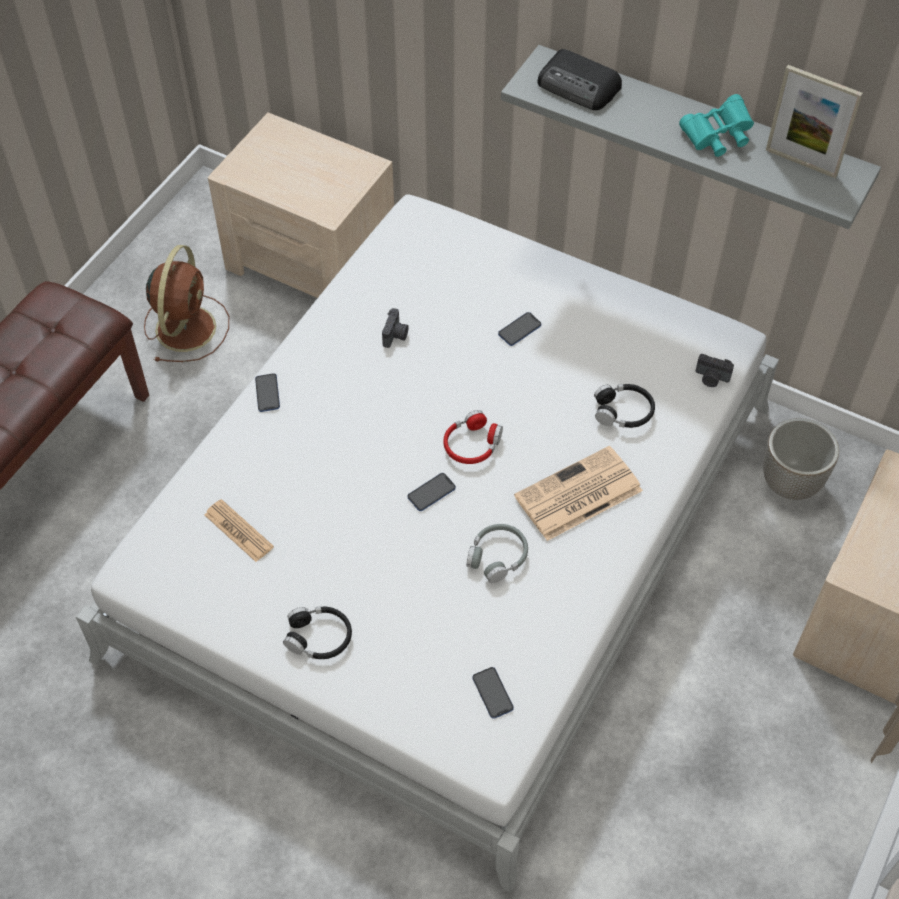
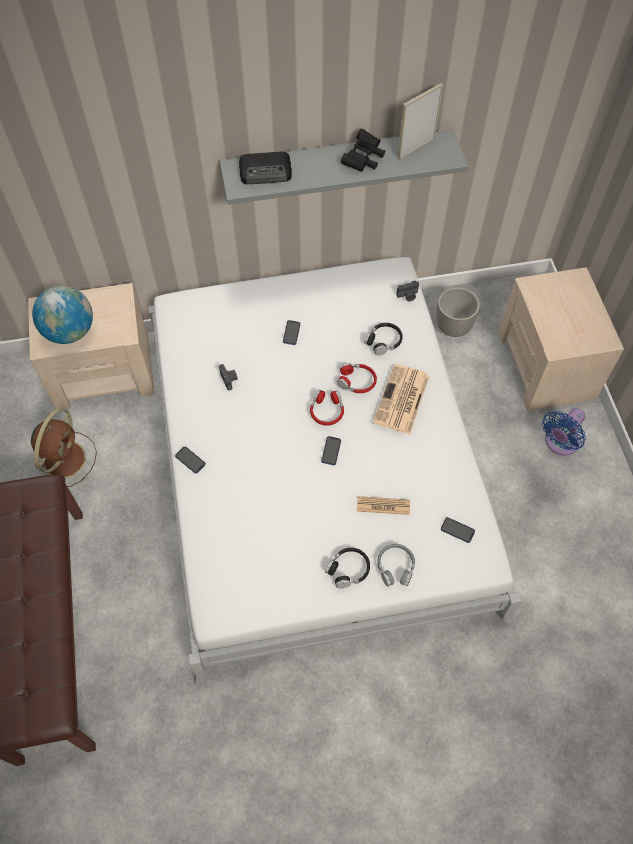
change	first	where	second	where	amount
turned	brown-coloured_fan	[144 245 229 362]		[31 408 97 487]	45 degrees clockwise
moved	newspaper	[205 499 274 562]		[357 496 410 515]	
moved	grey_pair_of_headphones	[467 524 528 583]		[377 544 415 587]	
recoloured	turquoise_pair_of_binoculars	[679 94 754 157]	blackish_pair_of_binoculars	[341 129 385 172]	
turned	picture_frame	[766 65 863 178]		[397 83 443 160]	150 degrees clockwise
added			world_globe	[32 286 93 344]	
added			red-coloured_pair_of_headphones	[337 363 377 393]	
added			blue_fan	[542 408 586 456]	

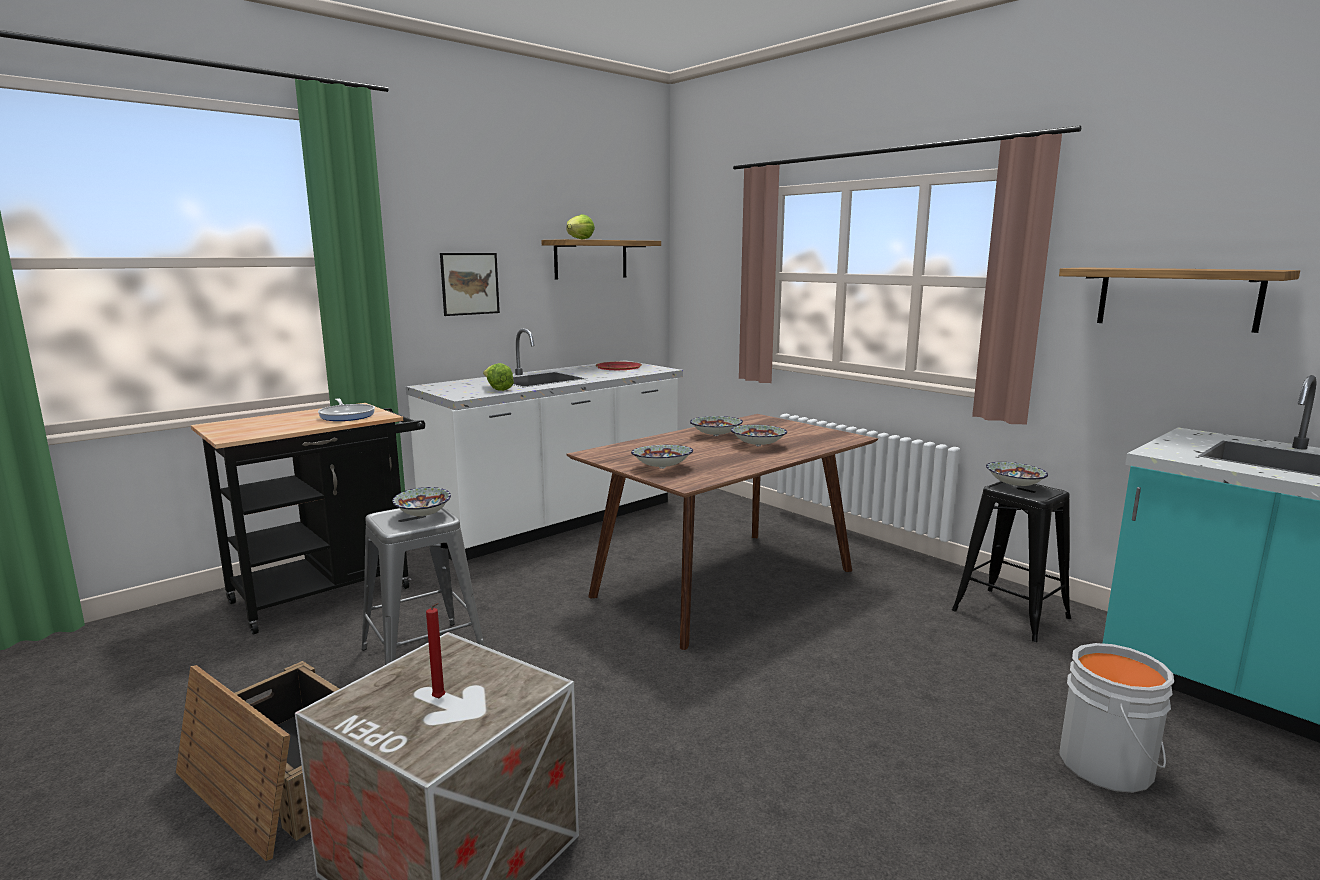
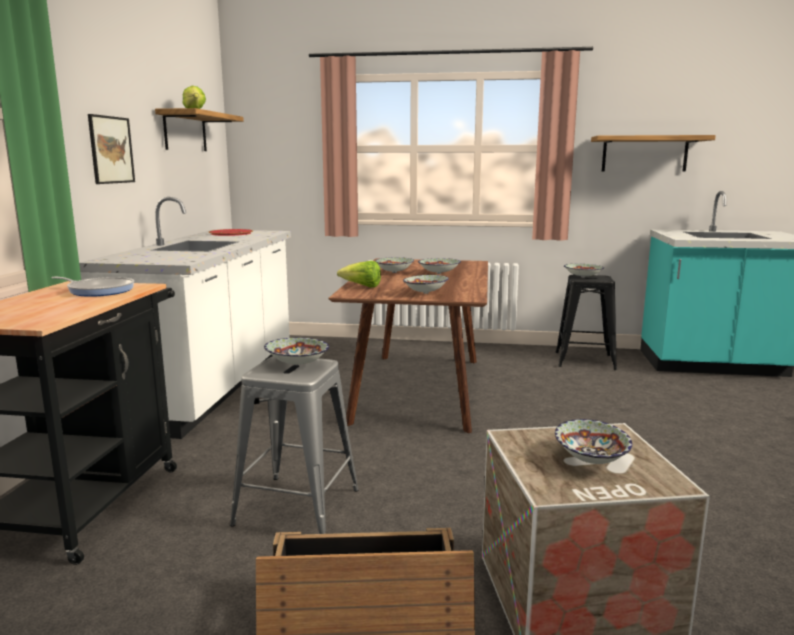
change	first	where	second	where	amount
replaced	red-coloured_wax_candle	[426 603 445 699]	serving_bowl	[555 419 632 464]	
moved	head_of_lettuce	[483 363 514 391]		[337 260 381 288]	
removed	grey_pail	[1059 643 1174 793]			

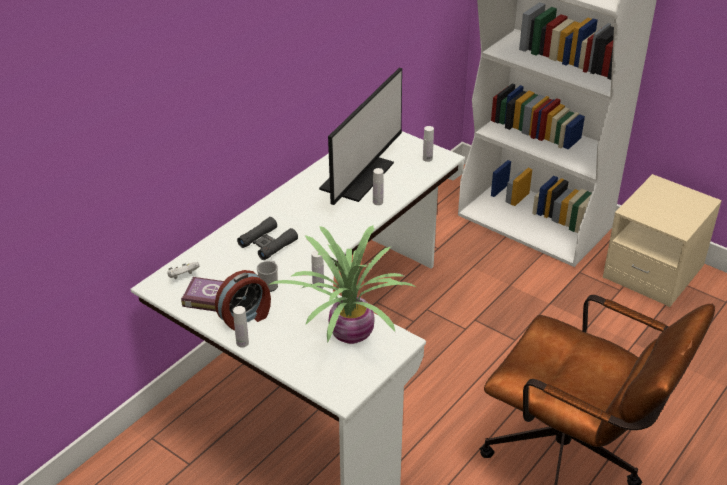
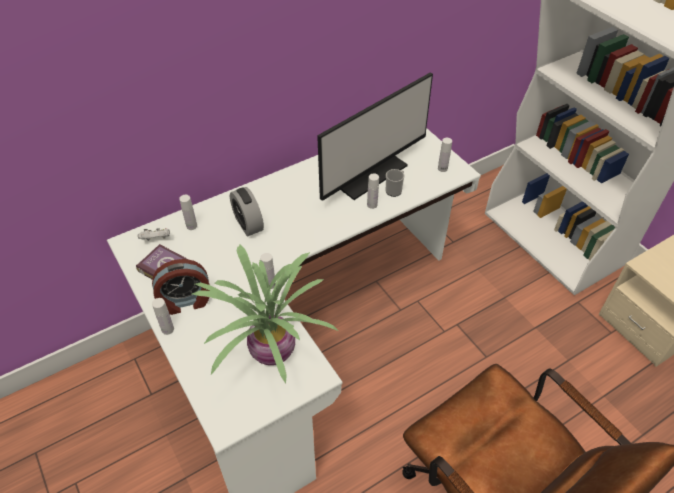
change	first	where	second	where	amount
replaced	blackish_pair_of_binoculars	[237 217 298 260]	bedside_clock	[230 187 264 236]	
moved	mug	[257 261 278 292]		[385 169 404 197]	
added			whitish_beverage_bottle	[179 195 197 230]	

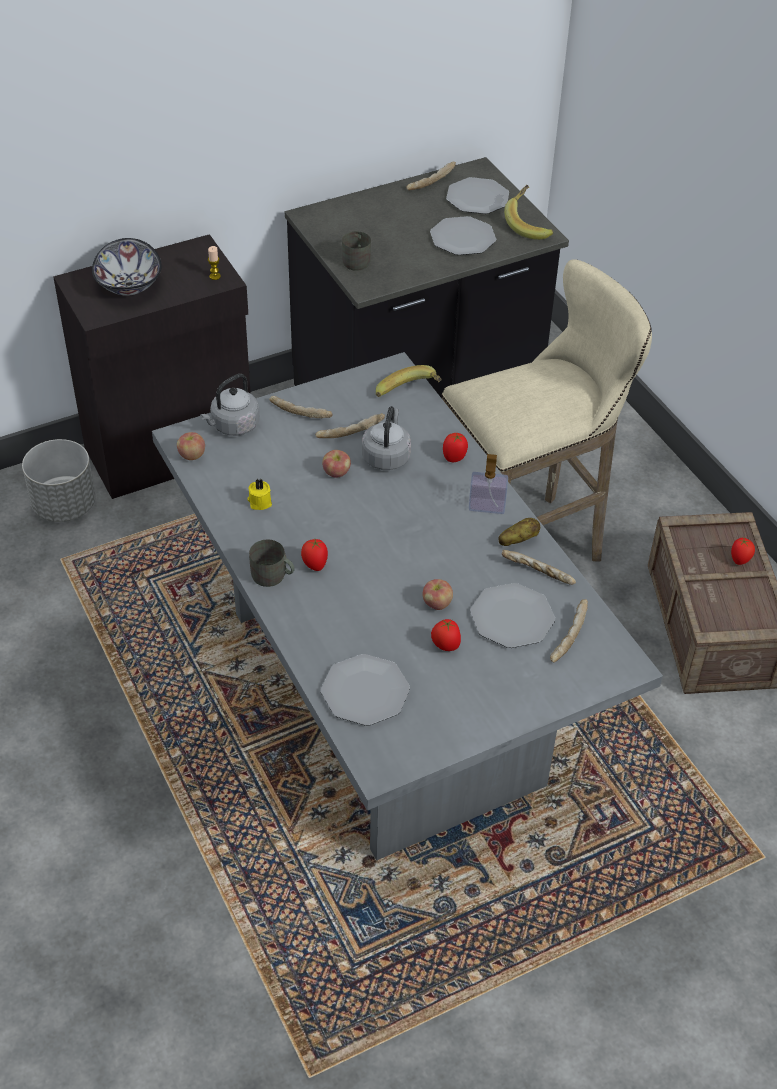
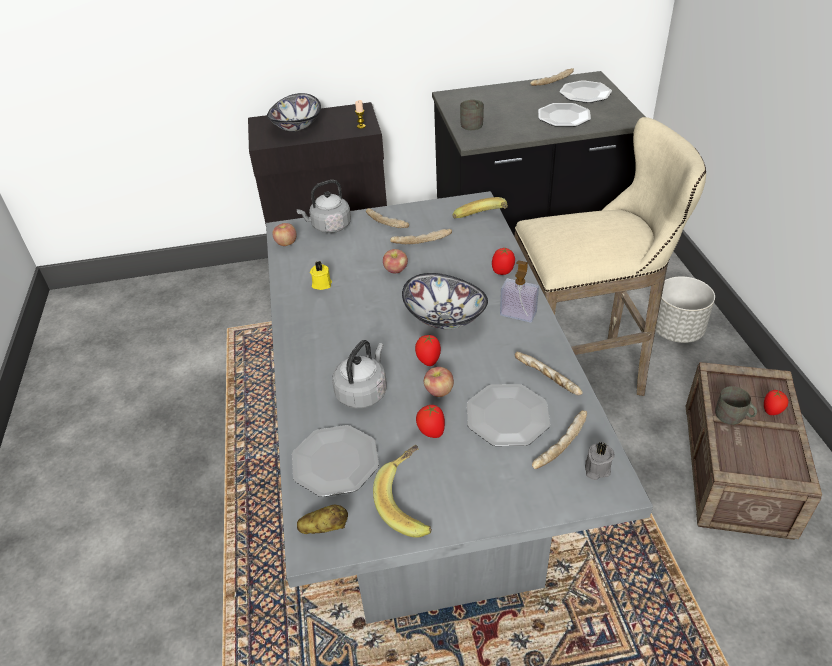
change	first	where	second	where	amount
moved	grey_flower_pot	[22 439 96 522]		[655 276 715 343]	
moved	grey_mug	[249 540 295 587]		[715 386 757 425]	
moved	whole_tomato	[301 539 328 571]		[415 335 441 366]	
moved	grey_kettle	[362 406 411 470]		[332 340 387 408]	
moved	whole_potato	[498 518 540 546]		[297 505 348 534]	
moved	banana	[504 185 553 240]		[373 445 432 538]	
added			serving_bowl	[402 273 488 329]	
added			grey_wax_candle	[585 442 615 480]	

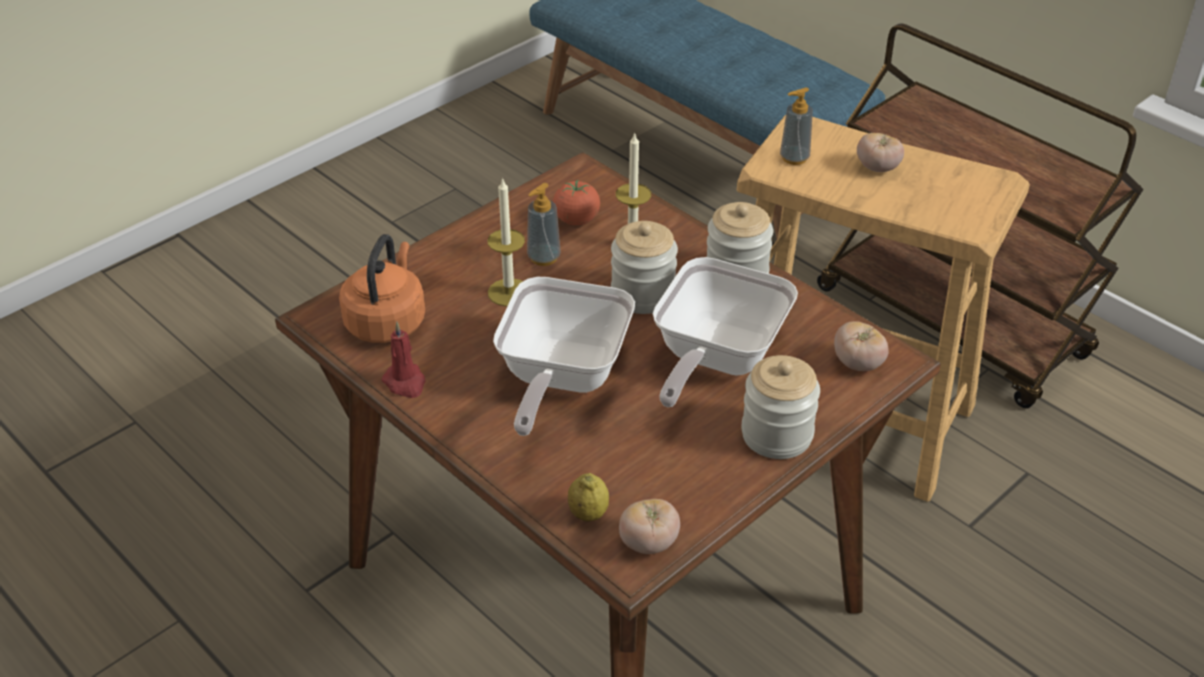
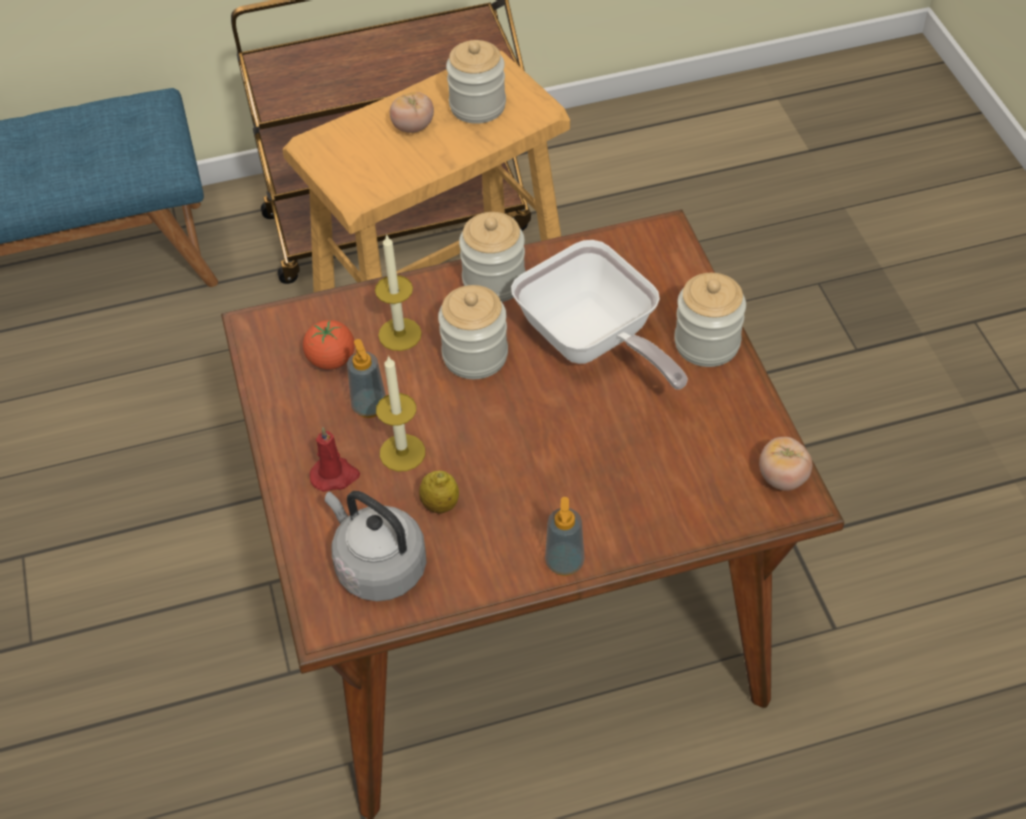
change	first	where	second	where	amount
recoloured	orange-coloured_kettle	[339 234 425 343]	grey_kettle	[325 491 426 601]	
moved	red-coloured_wax_candle	[382 322 426 398]		[310 427 360 492]	
removed	frying_pan	[493 277 635 436]			
moved	whole_lemon	[568 473 609 521]		[419 471 459 514]	
moved	soap_dispenser	[780 87 813 165]		[545 497 585 576]	
removed	whole_tomato	[834 321 889 371]			
added			storage_jar	[446 40 506 124]	

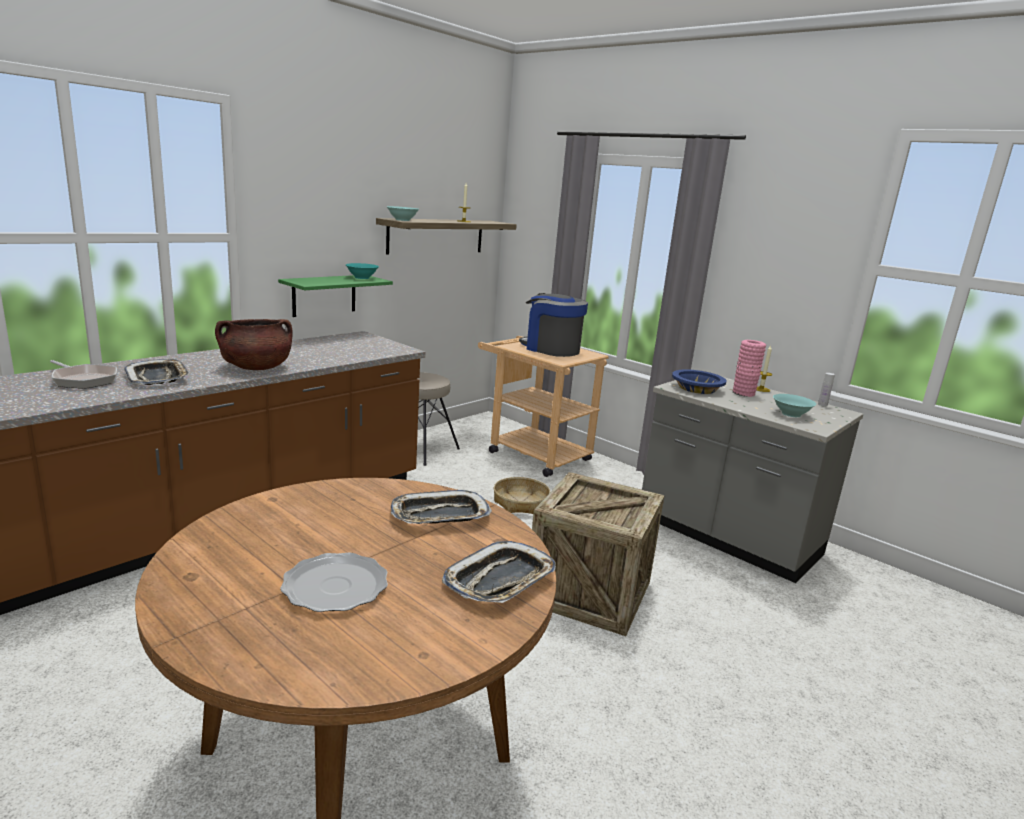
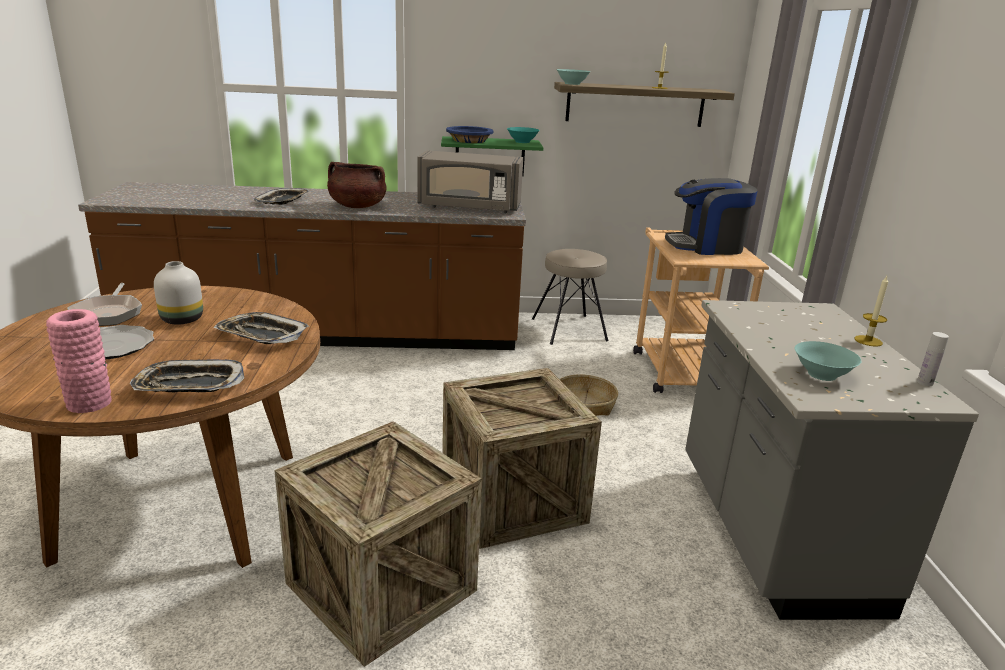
change	first	where	second	where	amount
moved	frying_pan	[50 360 117 389]		[67 283 142 326]	
turned	coffee_brewer	[519 293 588 357]		[665 178 757 255]	90 degrees counterclockwise
moved	blue_serving_bowl	[672 369 727 394]		[446 126 493 143]	
moved	pink-coloured_vase	[733 340 766 397]		[46 309 112 413]	
added			whitish_vase	[154 261 203 325]	
added			shipping_crate	[274 421 482 667]	
added			grey_kitchen_microwave	[417 151 523 213]	

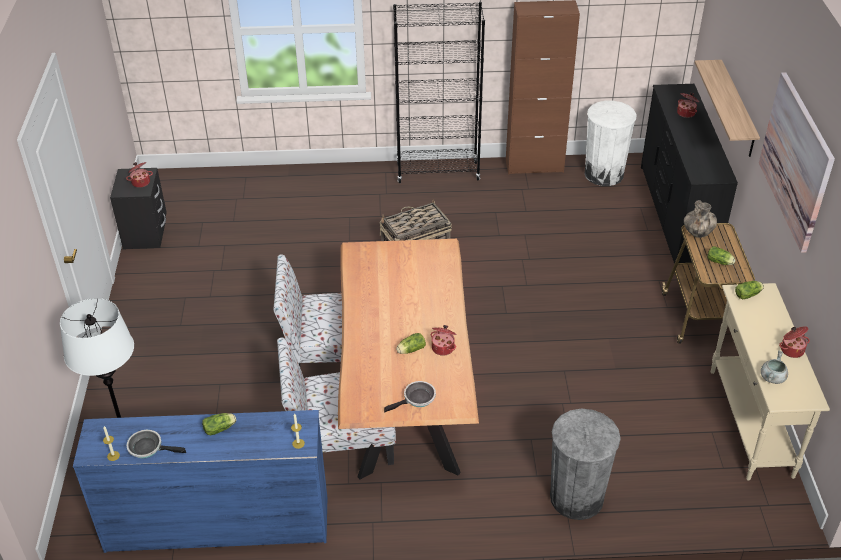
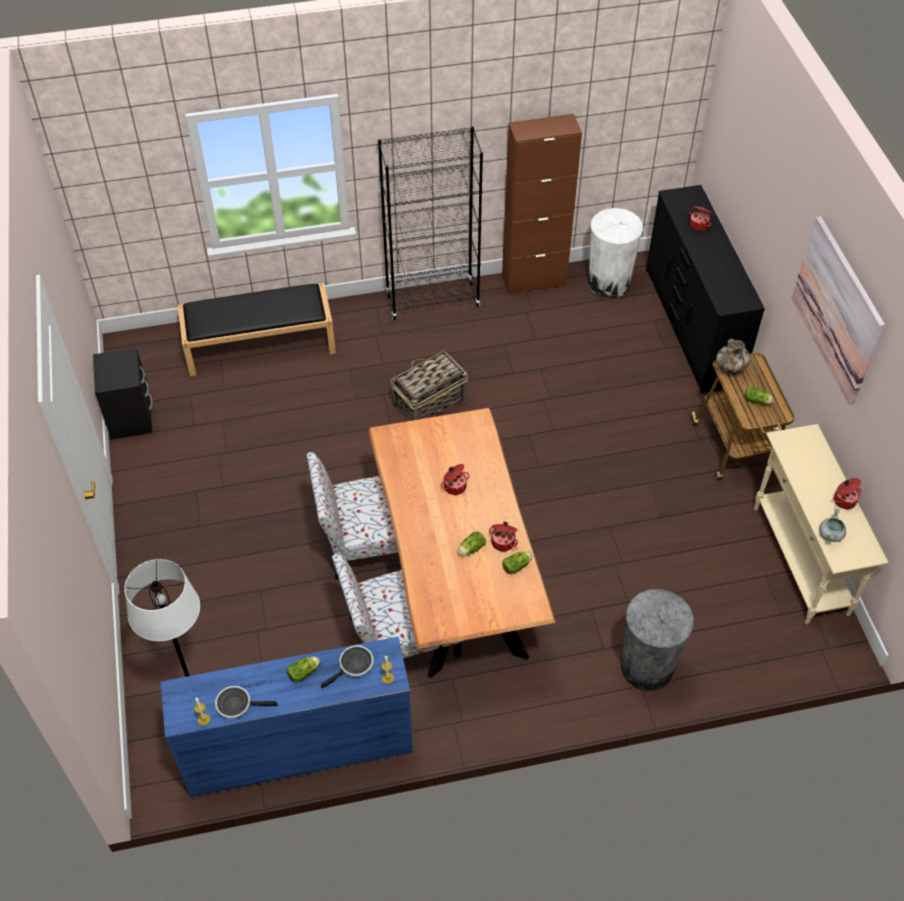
change	first	where	second	where	amount
moved	saucepot	[126 162 153 188]		[441 464 470 495]	
moved	frying_pan	[384 381 436 412]		[321 645 374 688]	
removed	wall_shelf	[695 60 760 157]			
moved	head_of_lettuce	[735 281 764 299]		[502 551 532 574]	
added			blackish_indoor_bench	[178 283 336 376]	

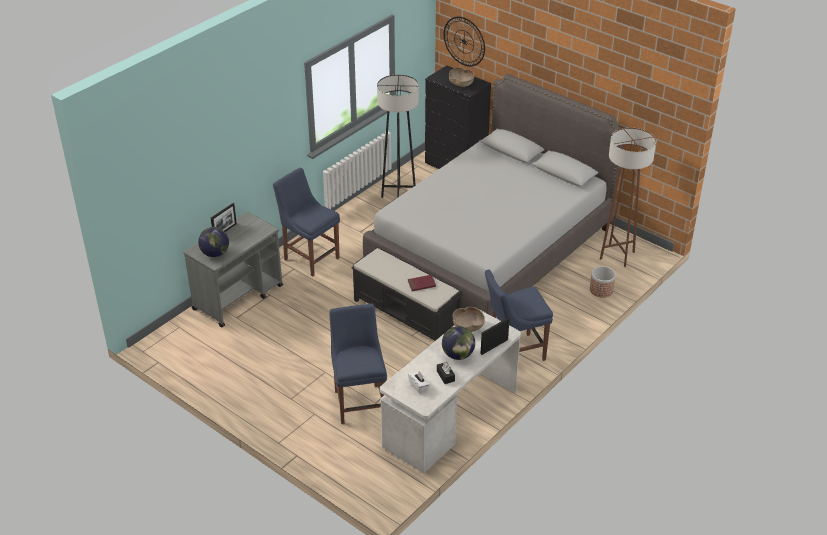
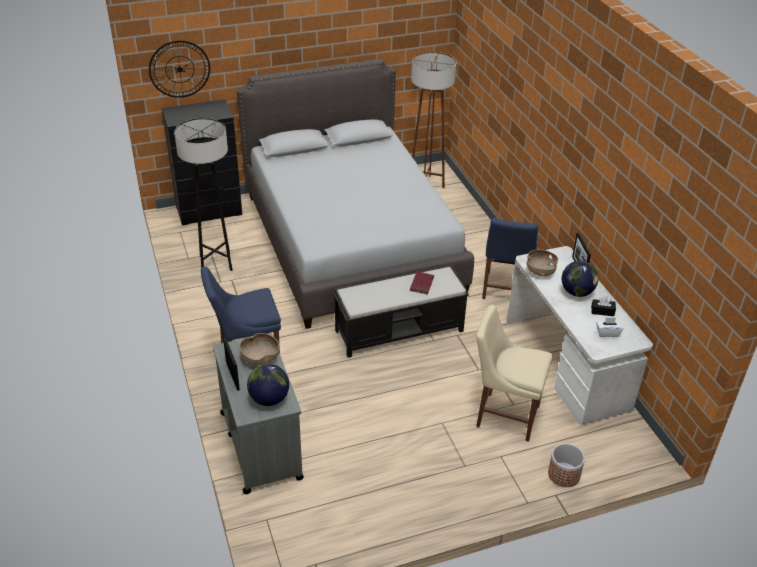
change	first	where	second	where	amount
recoloured	blue_plain_chair	[329 304 387 424]	beige_plain_chair	[476 305 553 442]	
moved	brown-coloured_serving_bowl	[449 67 474 87]		[239 333 279 365]	
moved	flower_pot	[590 266 616 298]		[548 443 585 487]	

